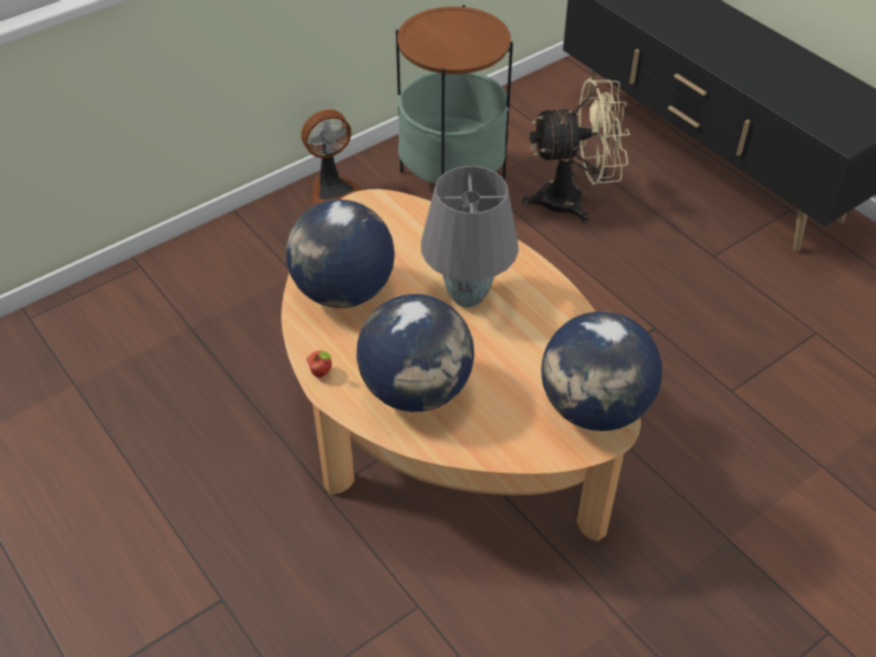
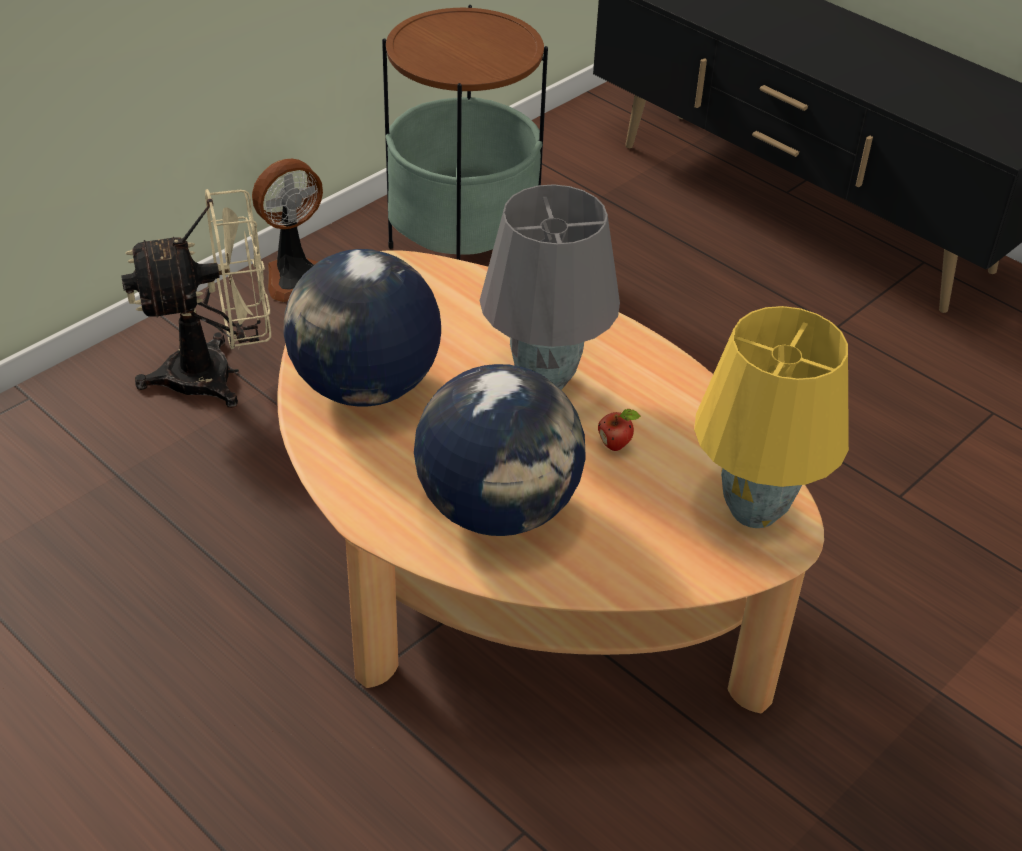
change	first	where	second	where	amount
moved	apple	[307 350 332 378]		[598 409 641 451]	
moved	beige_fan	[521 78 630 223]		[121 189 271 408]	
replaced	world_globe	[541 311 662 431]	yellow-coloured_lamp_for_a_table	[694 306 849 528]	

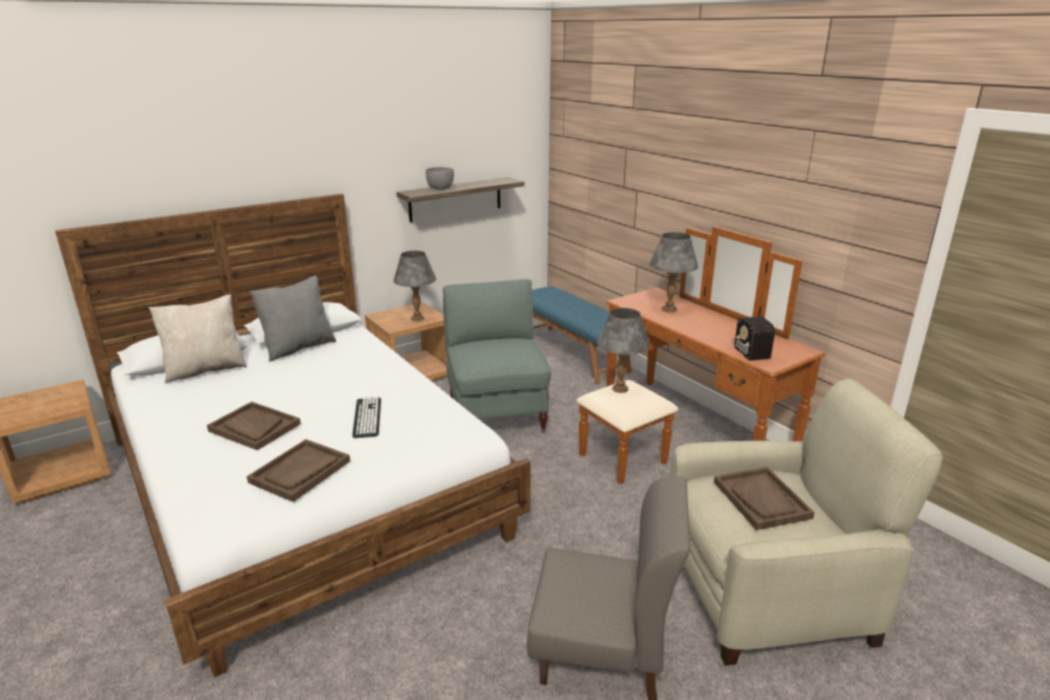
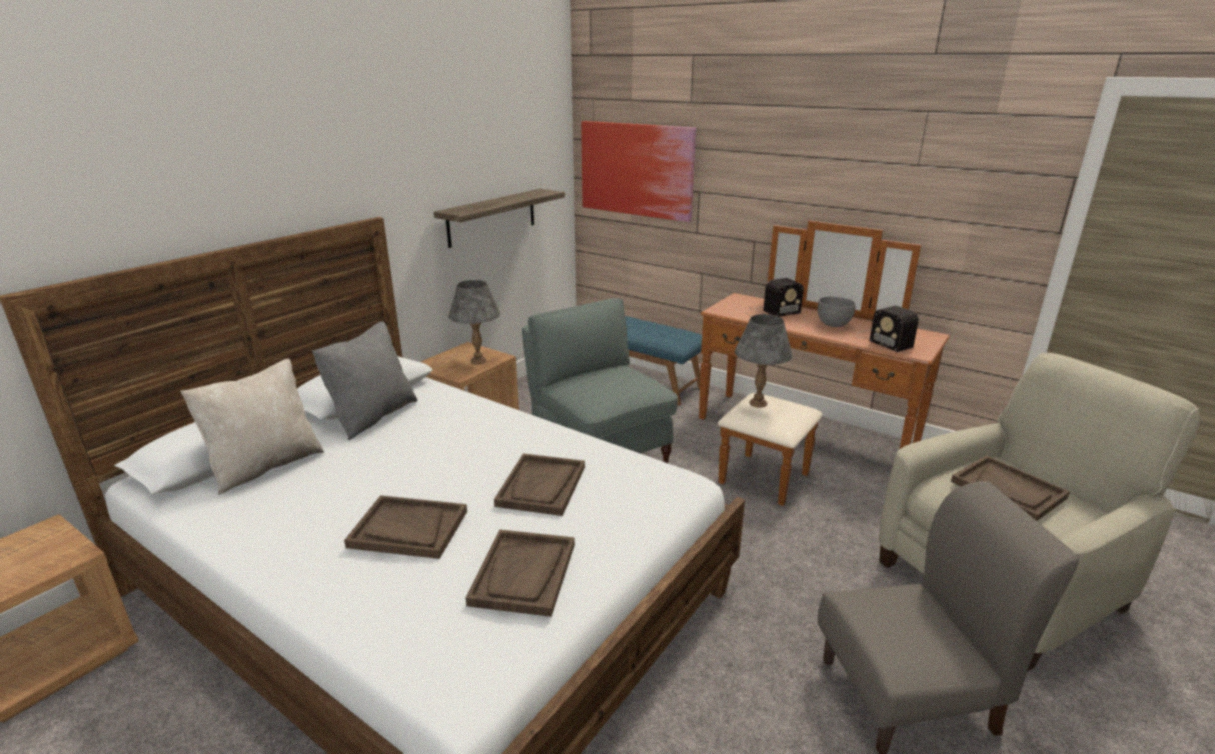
change	first	where	second	where	amount
replaced	keyboard	[352 397 381 438]	brown-coloured_serving_tray	[494 453 585 516]	
moved	grey_serving_bowl	[426 167 454 190]		[818 297 855 327]	
replaced	grey_lamp_for_a_table	[649 232 698 312]	radio	[747 278 804 317]	
added			picture	[581 121 696 222]	

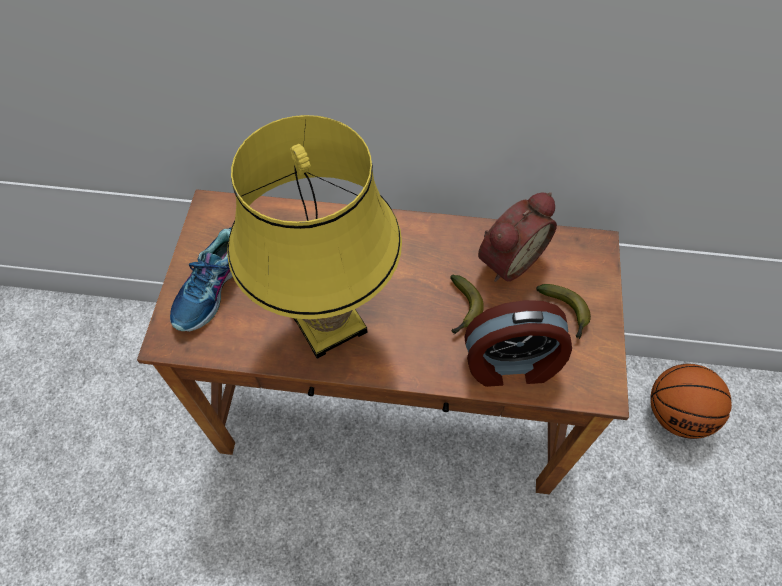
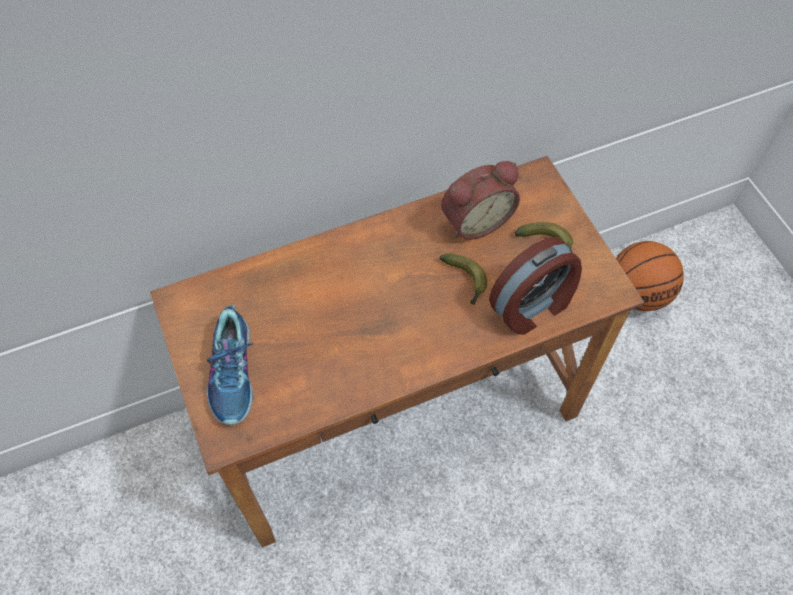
change	first	where	second	where	amount
removed	yellow-coloured_lamp_for_a_table	[227 115 402 359]			
turned	bedside_clock	[478 192 557 282]		[441 161 520 240]	45 degrees clockwise

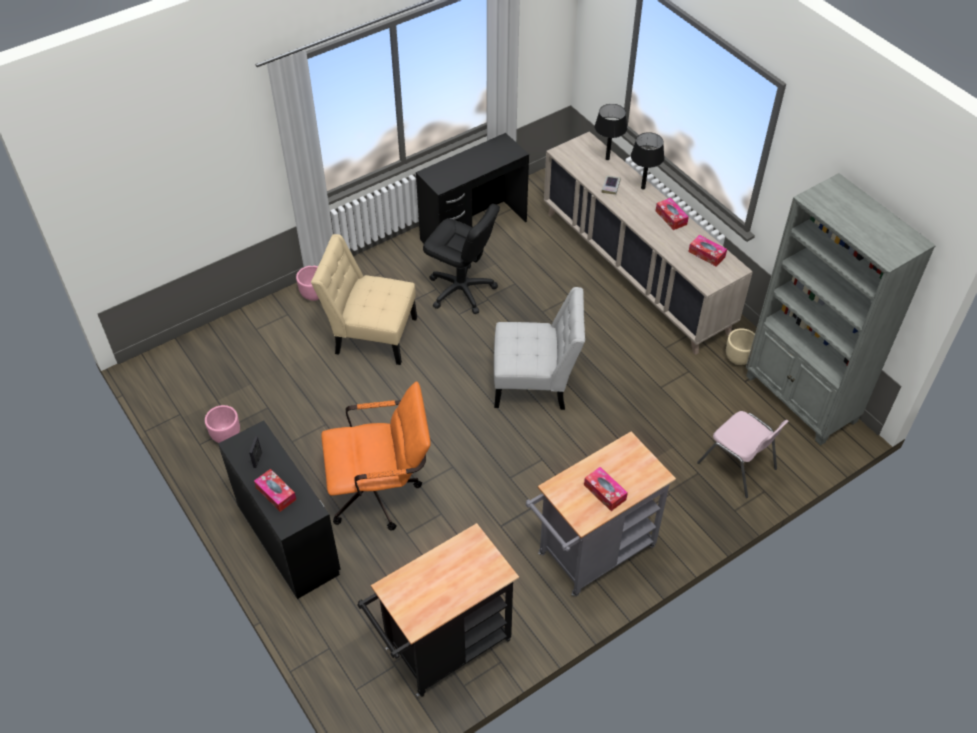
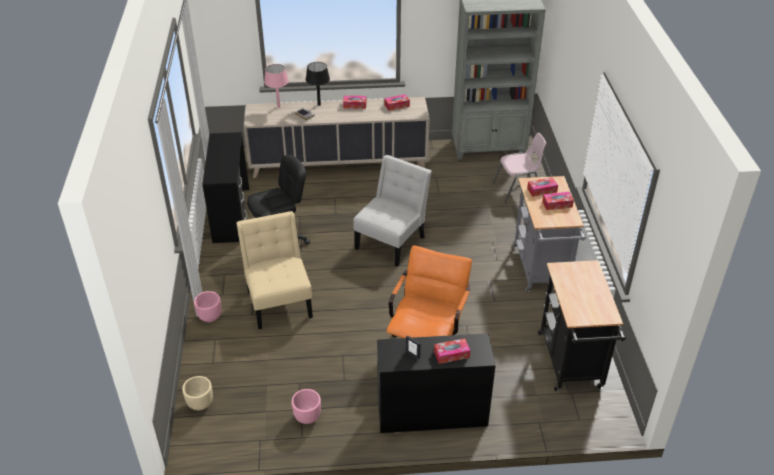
change	first	where	second	where	amount
turned	beige_plain_chair	[311 234 417 365]		[237 211 313 329]	120 degrees clockwise
recoloured	blackish_lamp_for_a_table	[595 104 627 160]	pink-coloured_lamp_for_a_table	[264 64 289 108]	
moved	beige_flower_pot	[726 328 755 365]		[182 376 213 410]	
added			box_of_tissues	[527 177 558 197]	

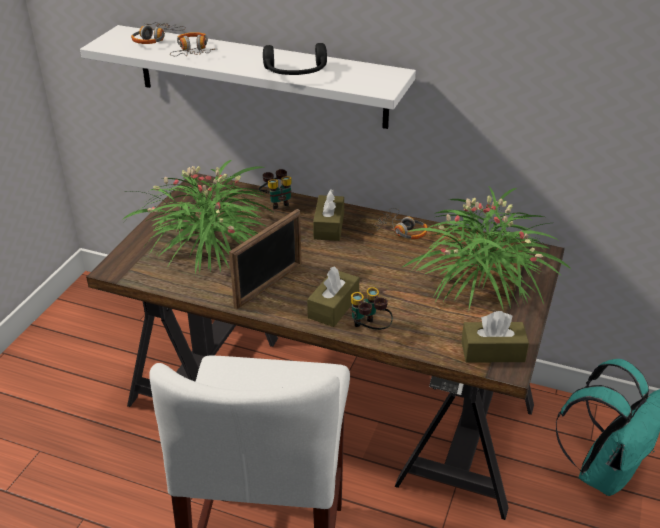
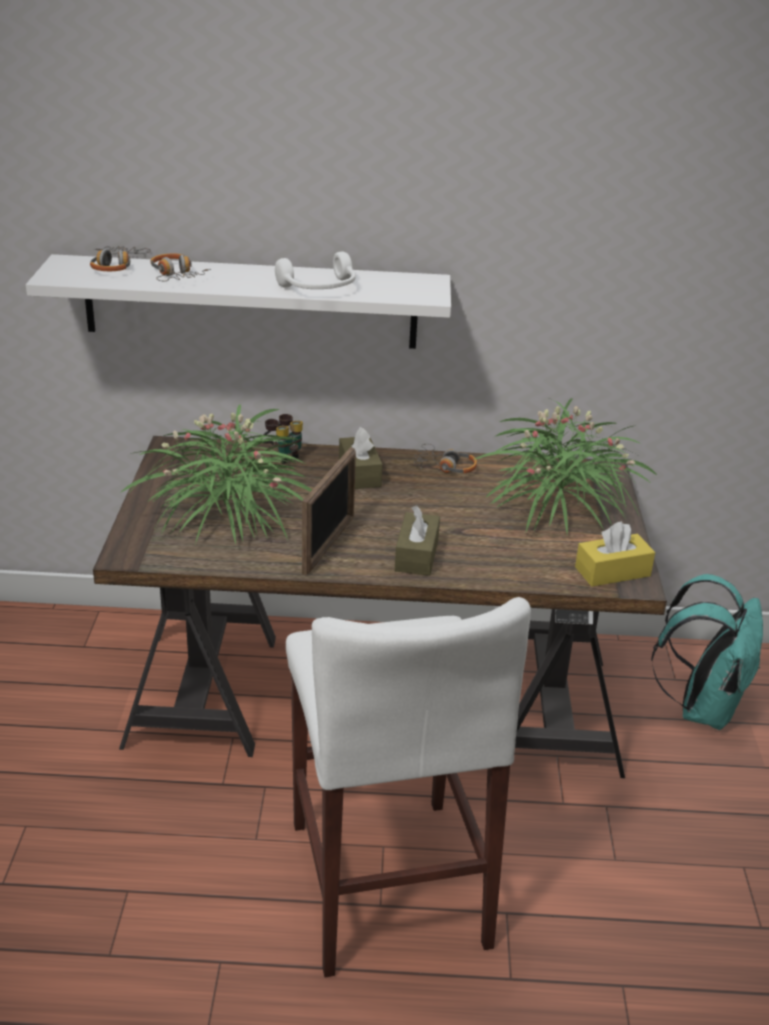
change	first	where	second	where	amount
recoloured	blackish_pair_of_headphones	[263 43 327 75]	whitish_pair_of_headphones	[275 252 356 289]	
removed	pair_of_binoculars	[351 287 393 330]			
recoloured	brown-coloured_box_of_tissues	[461 311 529 362]	yellow-coloured_box_of_tissues	[575 521 655 587]	

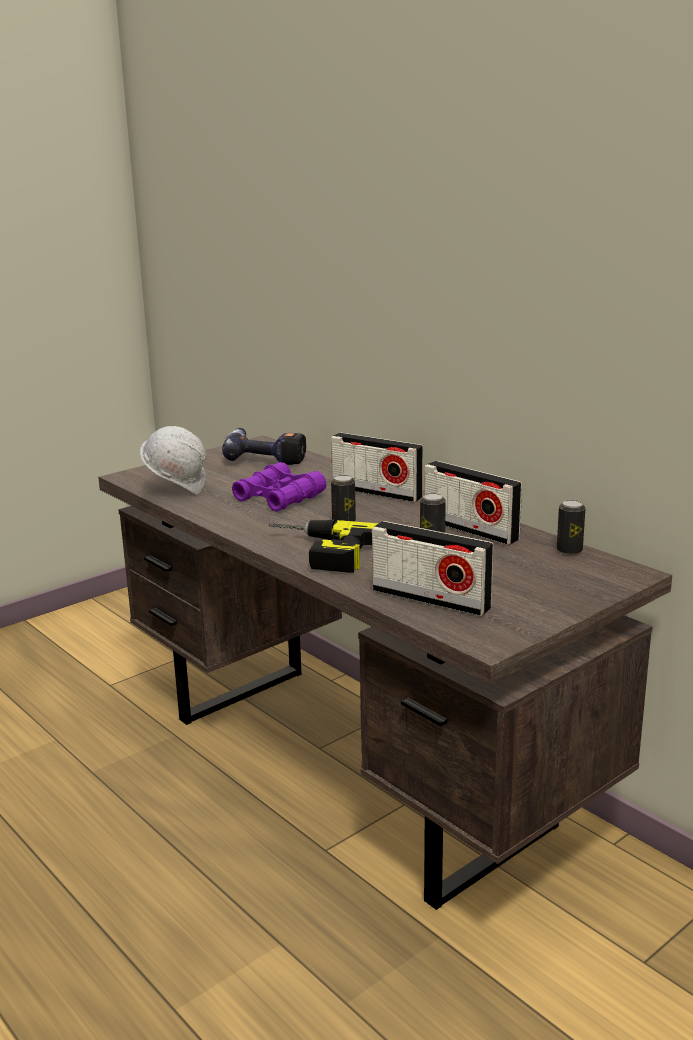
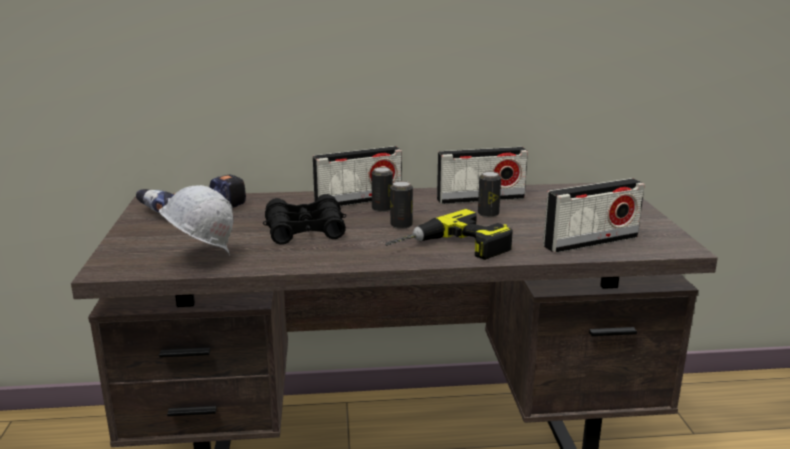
change	first	where	second	where	amount
recoloured	purple-coloured_pair_of_binoculars	[232 462 326 512]	blackish_pair_of_binoculars	[263 194 346 244]	
moved	can	[557 500 586 555]		[371 167 393 212]	

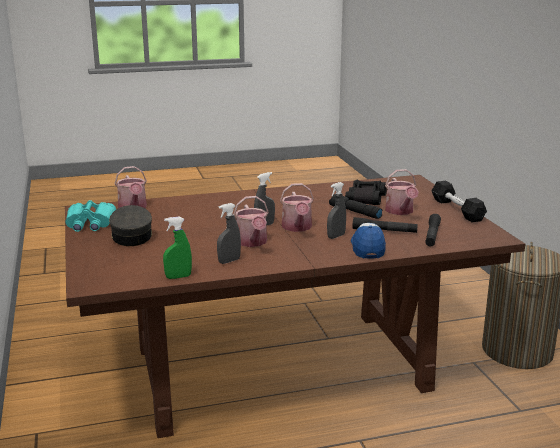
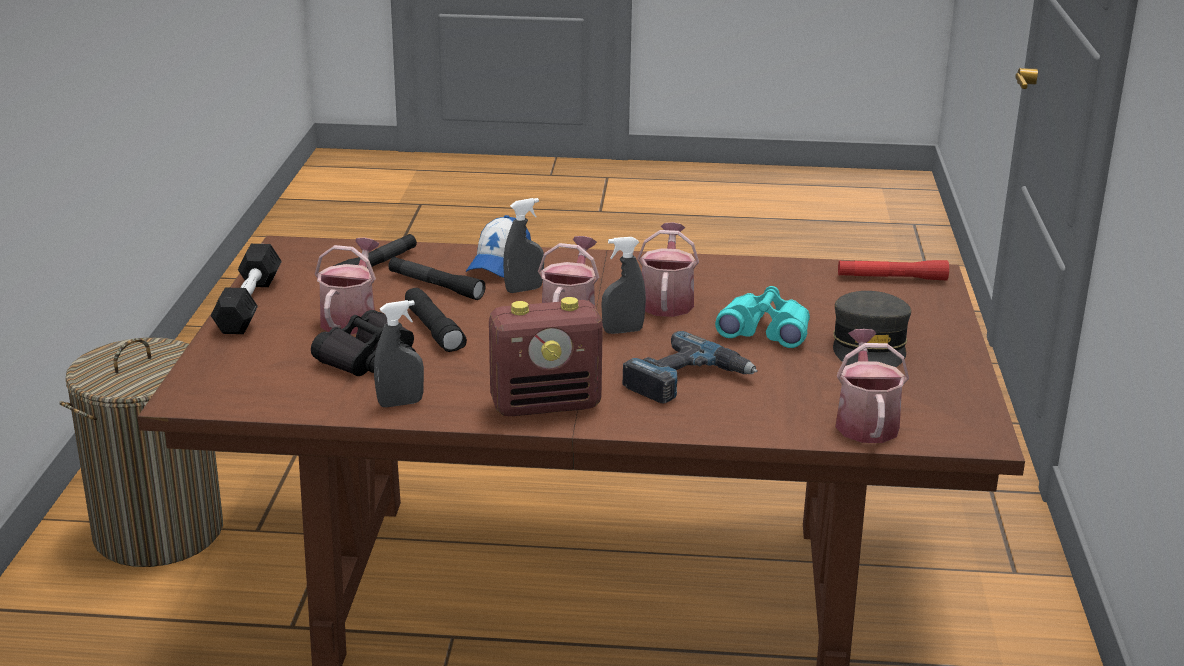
change	first	where	second	where	amount
moved	turquoise_pair_of_binoculars	[65 200 116 232]		[715 286 810 348]	
removed	green-coloured_sprayer	[163 216 192 279]			
moved	grey_sprayer	[217 203 241 264]		[374 300 424 407]	
added			radio	[489 297 603 416]	
added			power_drill	[623 331 758 403]	
added			red-coloured_torch	[838 260 949 280]	

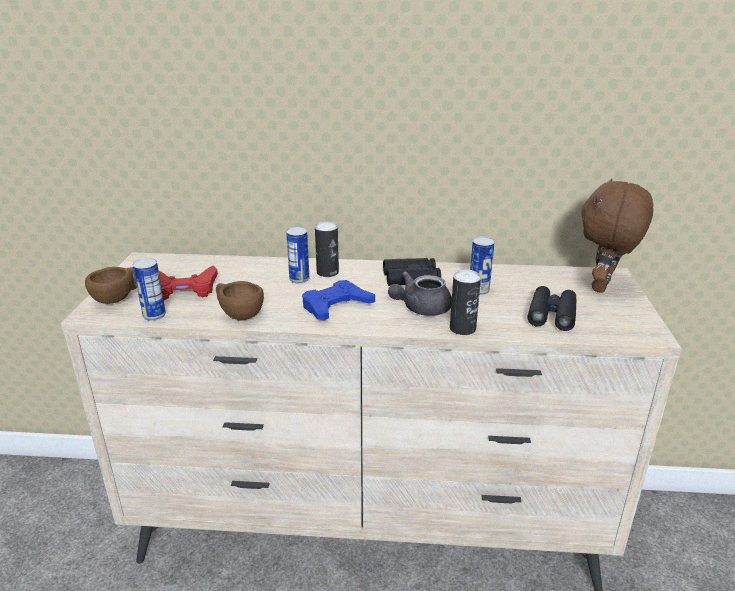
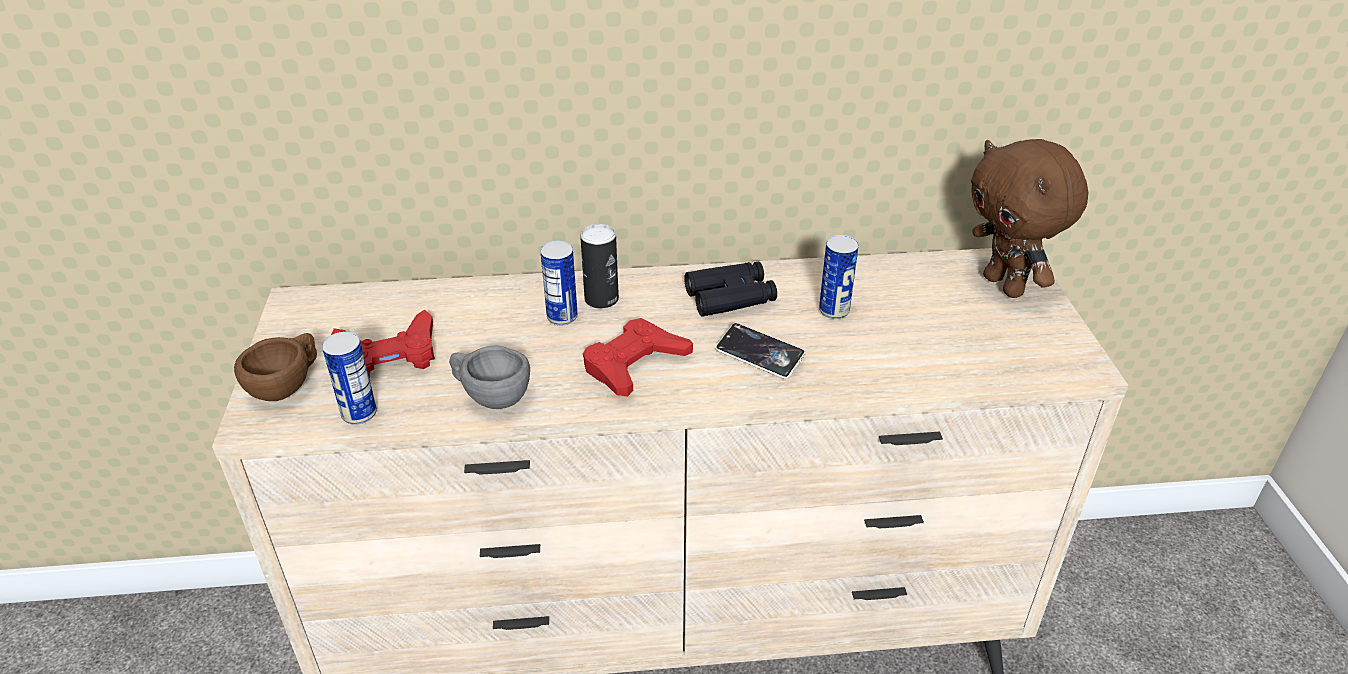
change	first	where	second	where	amount
recoloured	brown-coloured_small_cup	[216 281 264 321]	grey_small_cup	[449 345 530 409]	
recoloured	blue_joypad	[302 280 375 320]	red-coloured_joypad	[583 318 693 397]	
replaced	grey_teapot	[388 271 452 316]	handset	[715 323 805 379]	
removed	can	[450 270 481 335]			
removed	blackish_pair_of_binoculars	[527 286 577 331]			
turned	brown-coloured_cuddly_toy	[581 179 653 293]		[971 139 1088 298]	45 degrees counterclockwise

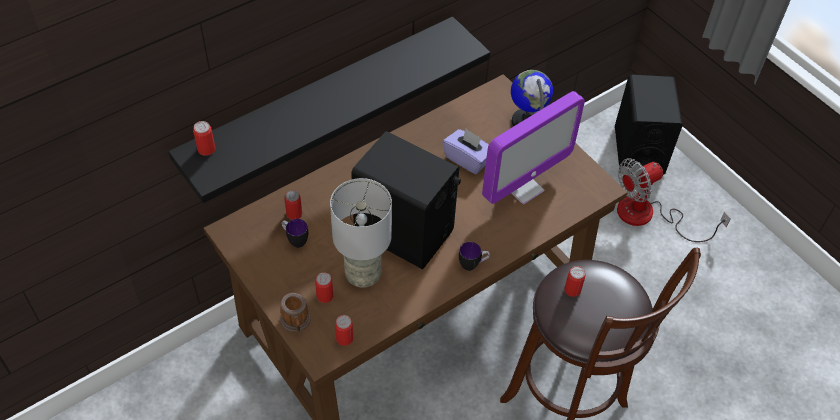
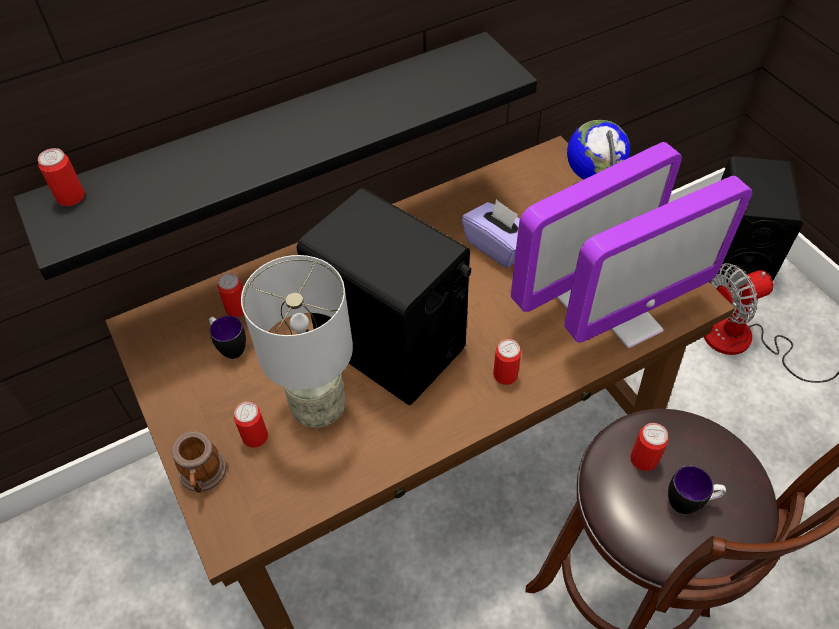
change	first	where	second	where	amount
moved	can	[335 315 353 346]		[493 339 521 385]	
moved	mug	[459 242 490 271]		[668 466 726 514]	
added			computer_screen	[564 176 752 348]	

